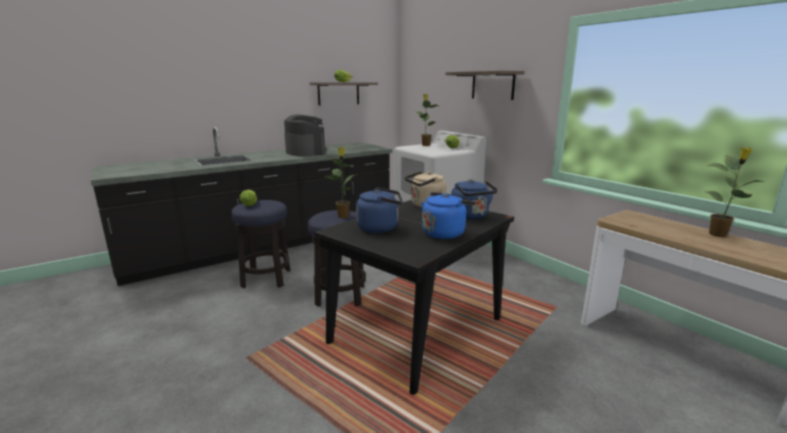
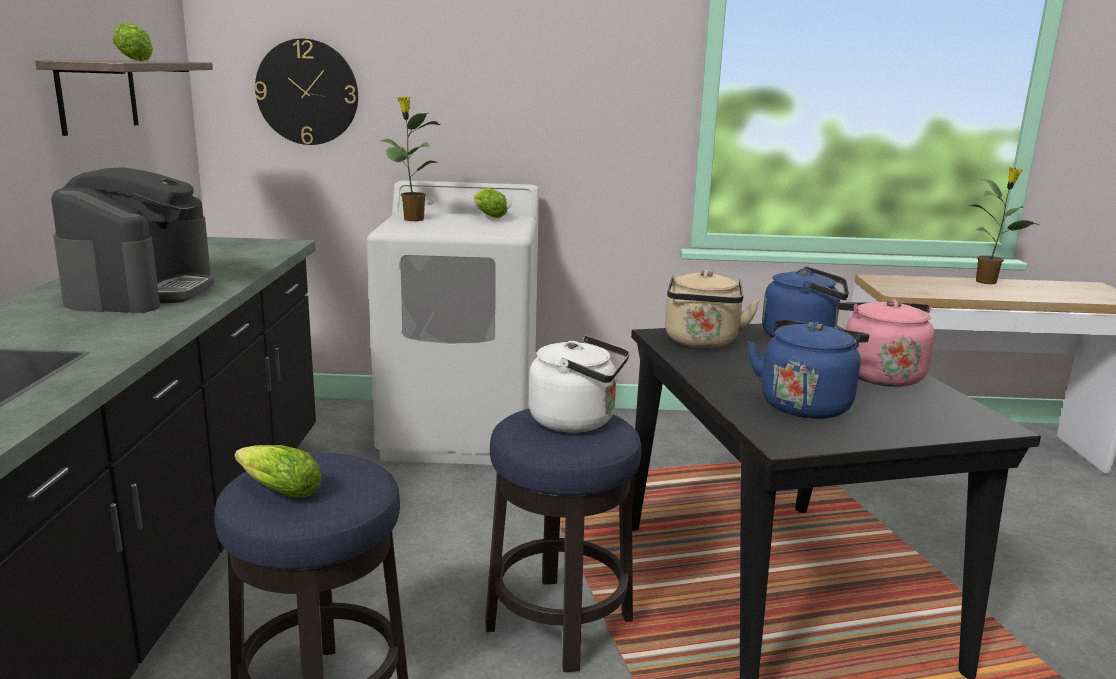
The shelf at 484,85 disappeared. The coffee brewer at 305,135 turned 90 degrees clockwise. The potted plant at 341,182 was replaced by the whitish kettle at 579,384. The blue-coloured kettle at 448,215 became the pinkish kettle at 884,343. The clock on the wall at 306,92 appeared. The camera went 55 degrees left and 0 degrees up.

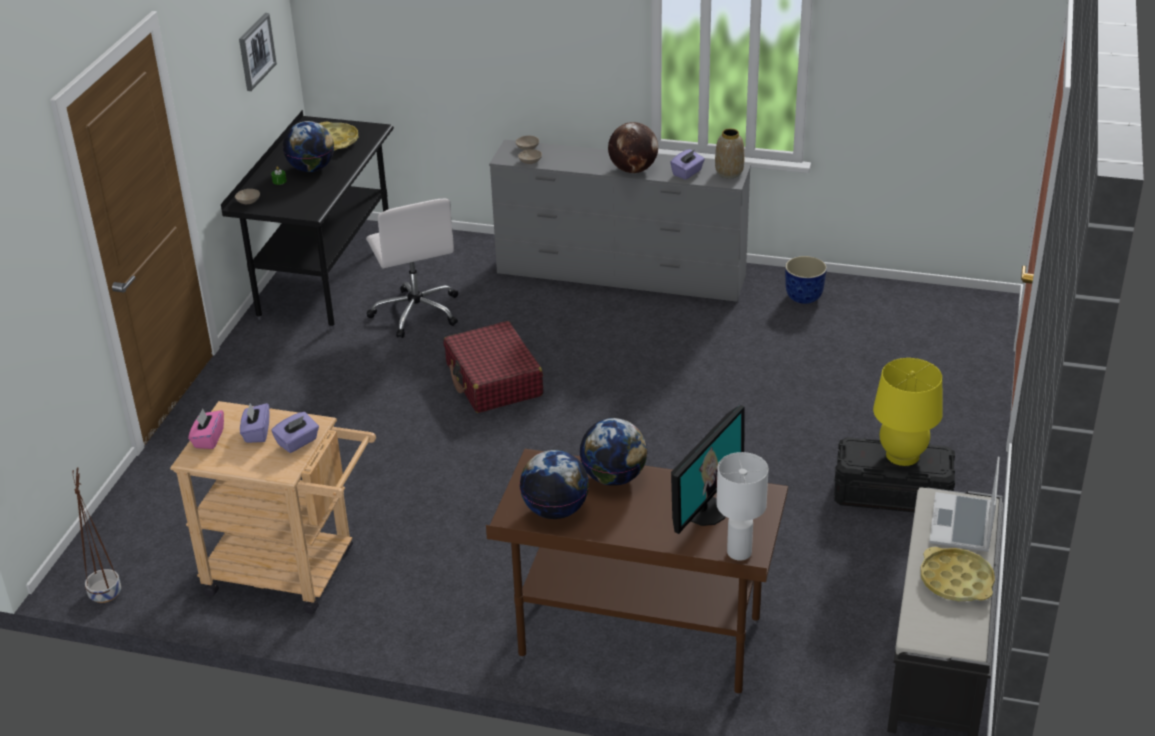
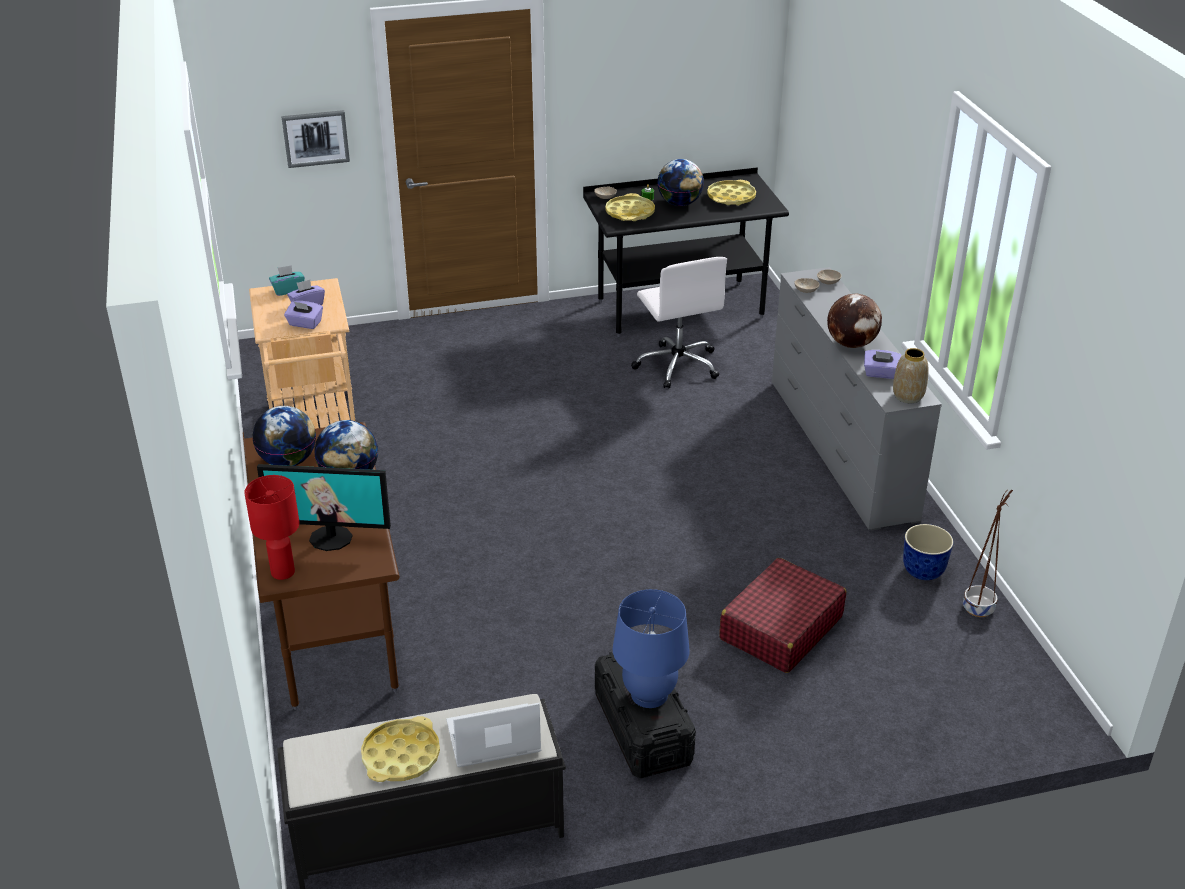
The wall art moved from 258,52 to 315,139. The whitish office chair at 412,268 turned 60 degrees counterclockwise. The red piece of luggage moved from 493,367 to 782,615. The yellow-coloured table lamp at 908,412 became the blue-coloured table lamp at 651,648. The pinkish tissue holder at 206,429 became the blue-green tissue holder at 287,280. The whitish table lamp at 742,506 became the red table lamp at 271,527. The brown planter moved from 97,535 to 988,553. The yellow-coloured carrying tray at 630,207 appeared. The camera went 60 degrees right and 0 degrees up.

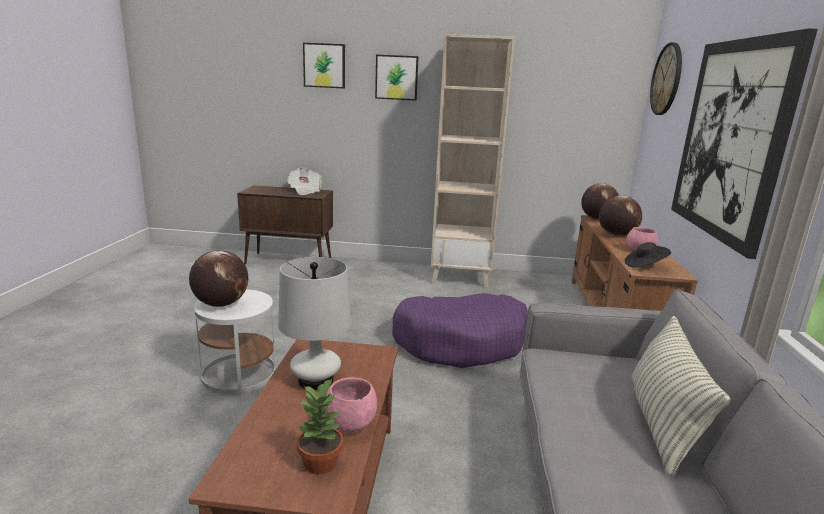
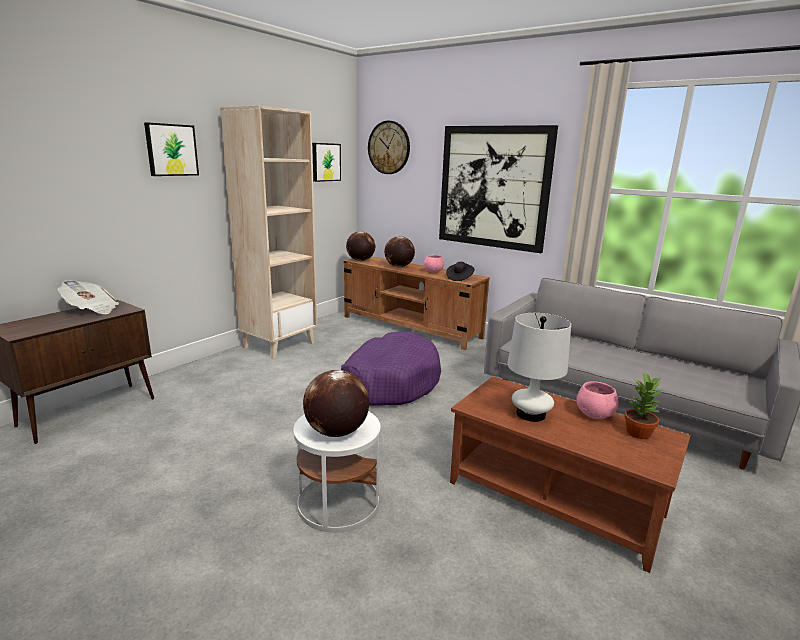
The wall art moved from 324,65 to 326,162. The cushion at 681,396 disappeared. The camera went 60 degrees left and 0 degrees up.

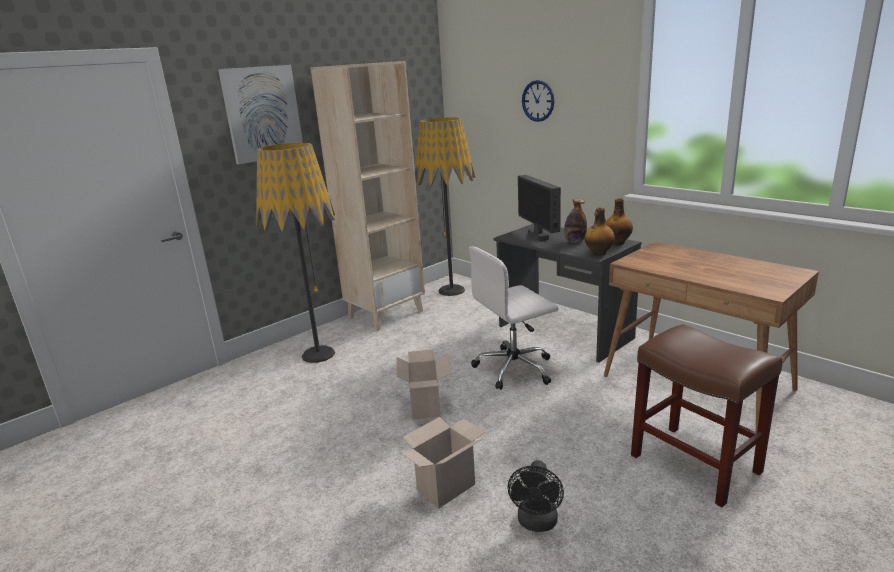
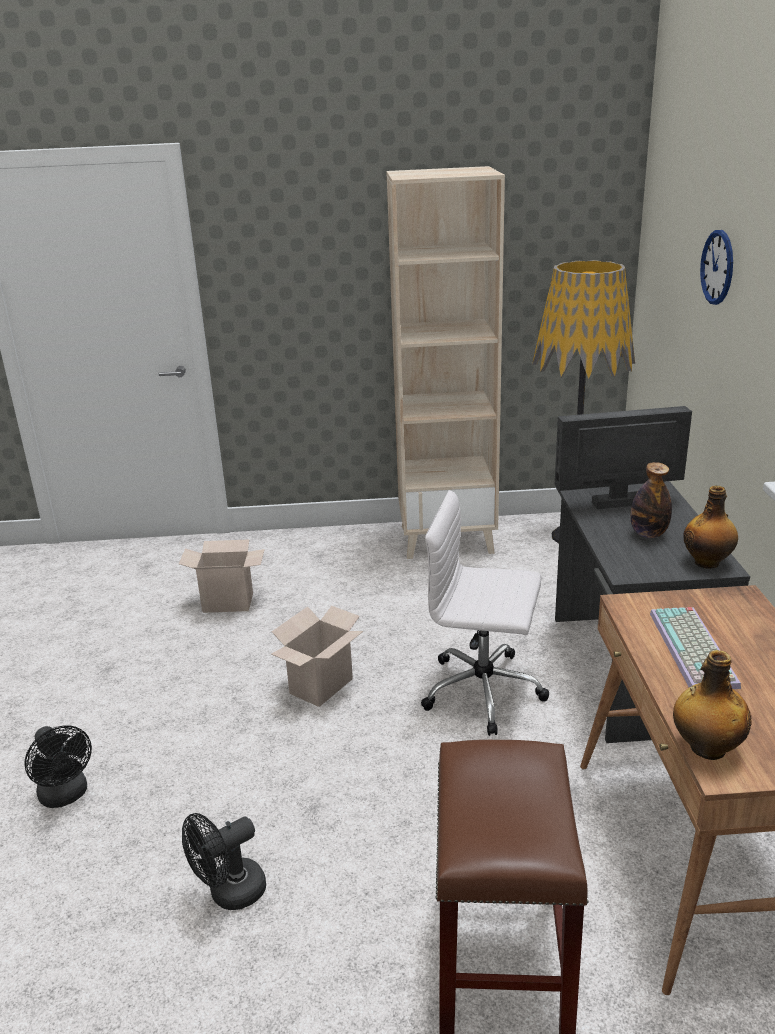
The wall art at 260,114 disappeared. The standing lamp at 295,253 disappeared. The computer display at 539,208 turned 60 degrees clockwise. The drink bottle moved from 599,232 to 712,705. The carton moved from 442,462 to 222,576. The computer keyboard at 695,648 appeared. The black-coloured electric fan at 58,766 appeared. The camera went 40 degrees right and 5 degrees up.

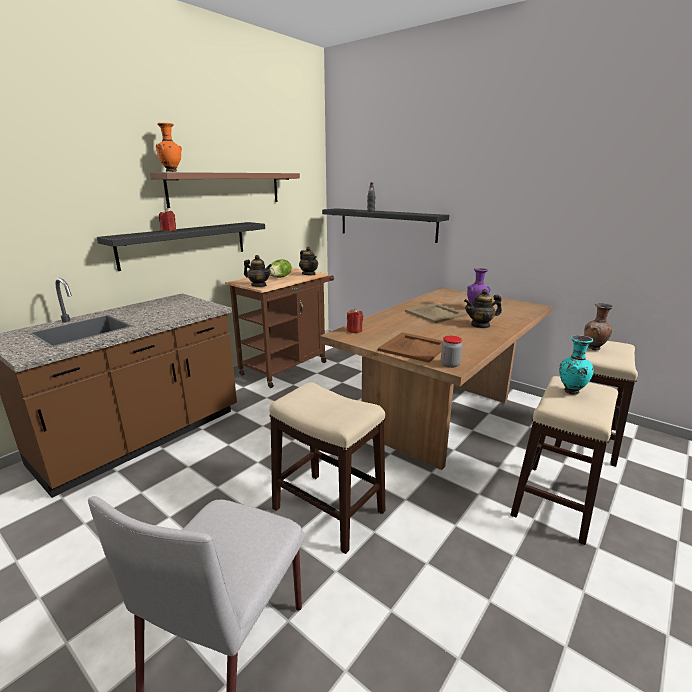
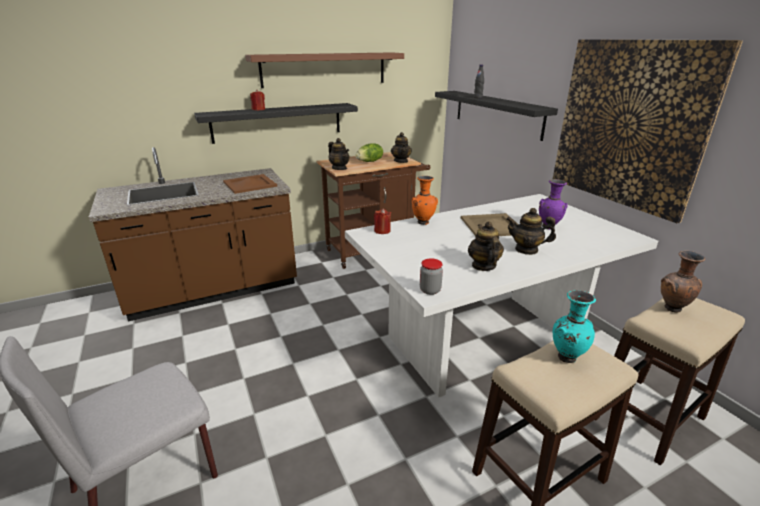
The orange vase moved from 169,147 to 425,200. The brown dinner table at 436,379 became the whitish dinner table at 501,296. The brown carrying tray moved from 411,347 to 250,184. The sitting stool at 327,468 disappeared. The wall art at 648,131 appeared. The tea pot at 486,246 appeared. The camera went 25 degrees right and 5 degrees up.

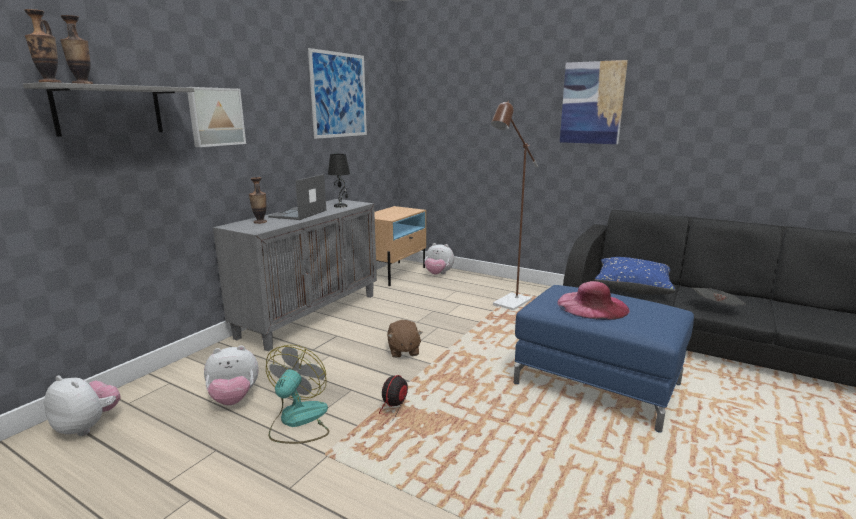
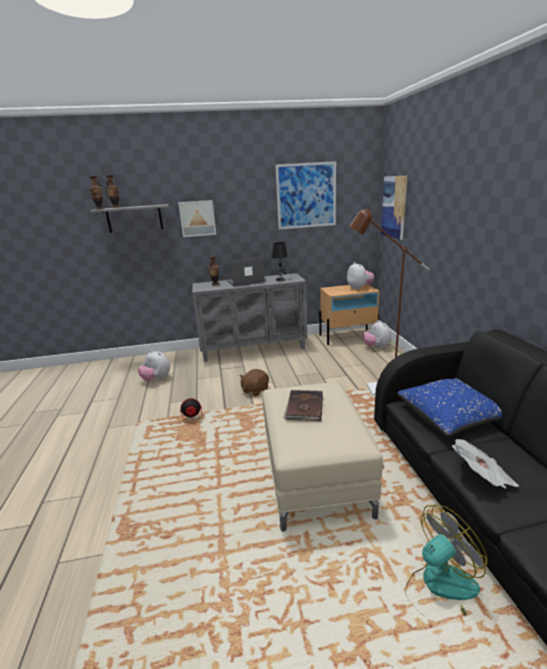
The wall art moved from 594,102 to 394,208. The pinkish clothing hat at 593,300 was replaced by the brown bound book at 303,405. The blue-coloured ottoman at 604,359 became the beige-coloured ottoman at 322,457. The electric fan moved from 297,394 to 446,560. The cuddly toy moved from 82,405 to 360,276. The camera went 50 degrees right and 5 degrees up.

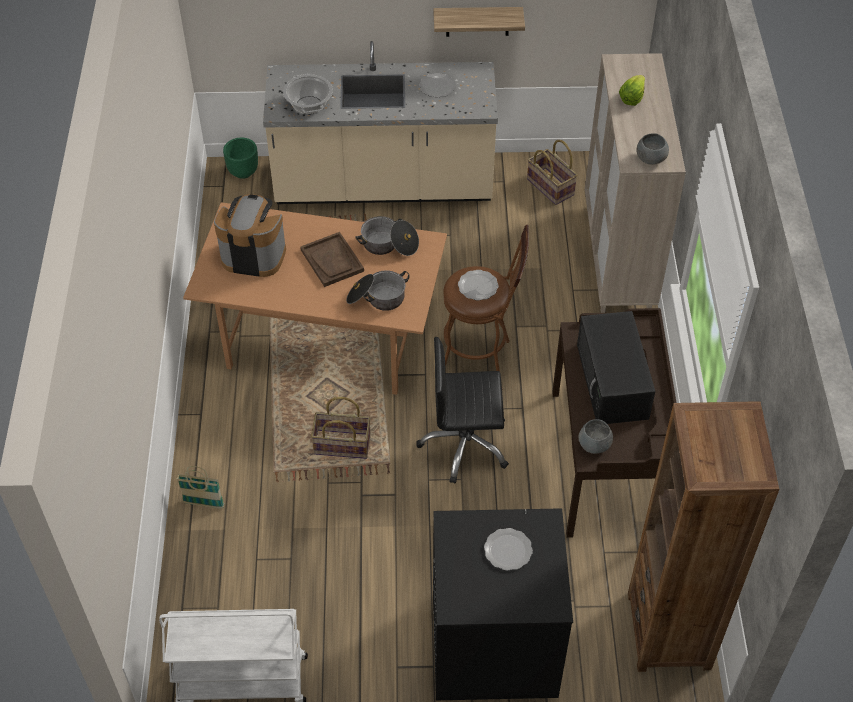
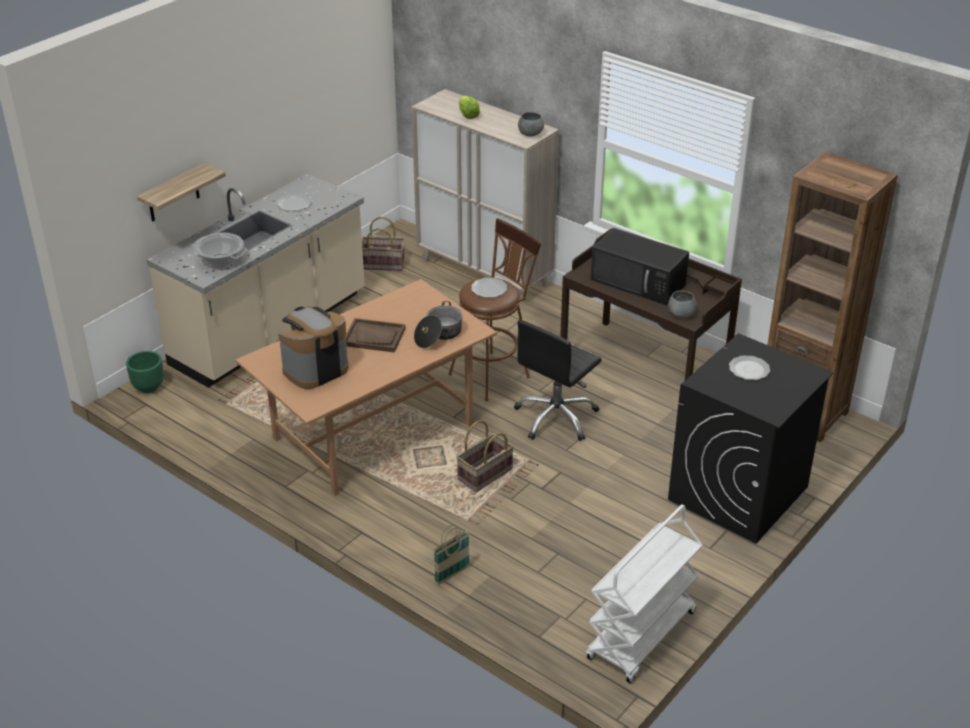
The shelf moved from 479,22 to 181,192. The saucepot at 387,236 disappeared. The camera went 50 degrees left and 15 degrees down.

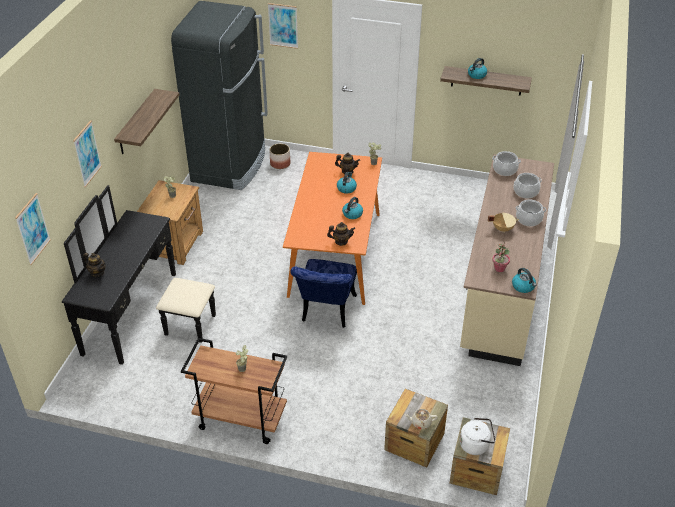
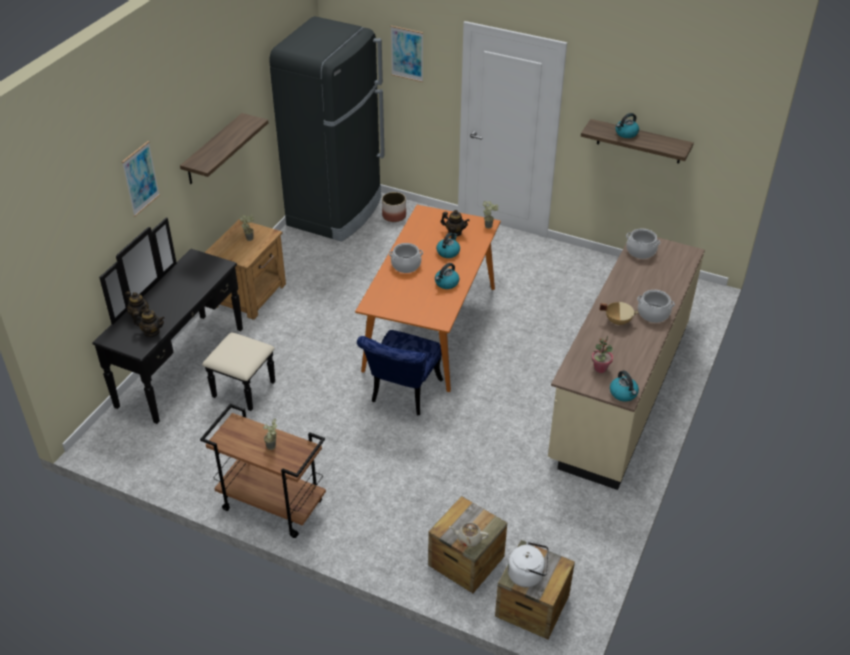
The saucepot moved from 528,186 to 406,258. The wall art at 33,229 disappeared. The tea pot moved from 341,234 to 149,322. The camera went 10 degrees right and 0 degrees up.

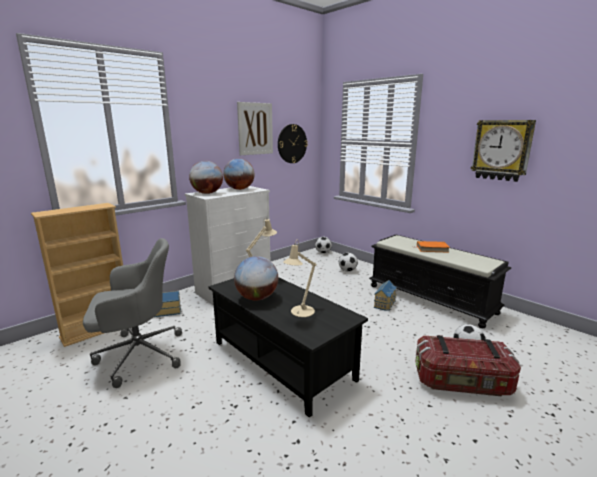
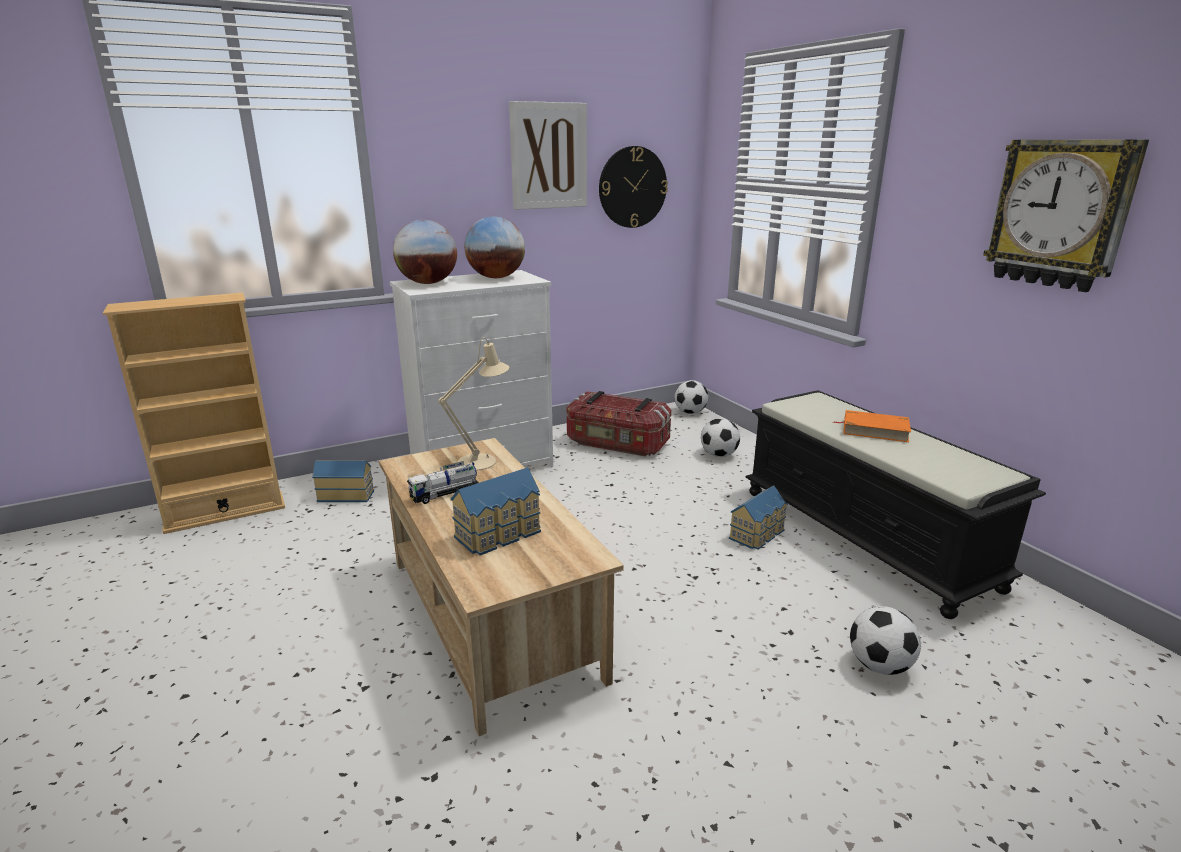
The grey office chair at 132,313 disappeared. The beige-coloured table lamp at 299,278 was replaced by the miniature house at 496,511. The desk globe at 256,278 was replaced by the toy truck at 443,482. The black-coloured coffee table at 288,347 became the beige-coloured coffee table at 501,587. The storage box moved from 468,365 to 619,423. The camera went 15 degrees right and 5 degrees up.

